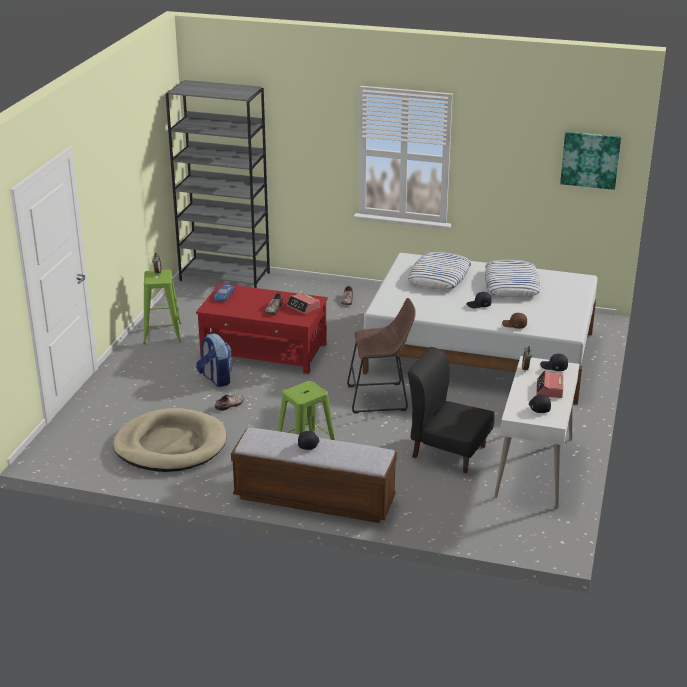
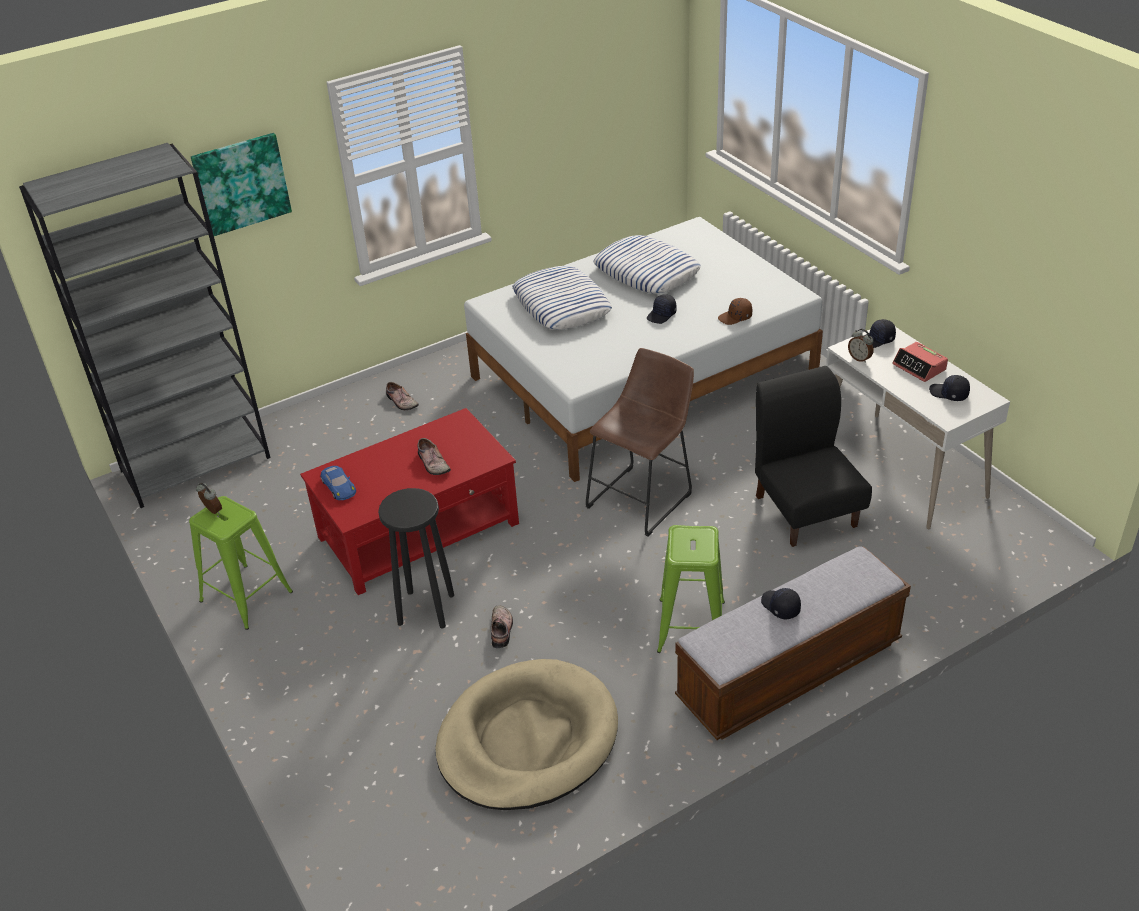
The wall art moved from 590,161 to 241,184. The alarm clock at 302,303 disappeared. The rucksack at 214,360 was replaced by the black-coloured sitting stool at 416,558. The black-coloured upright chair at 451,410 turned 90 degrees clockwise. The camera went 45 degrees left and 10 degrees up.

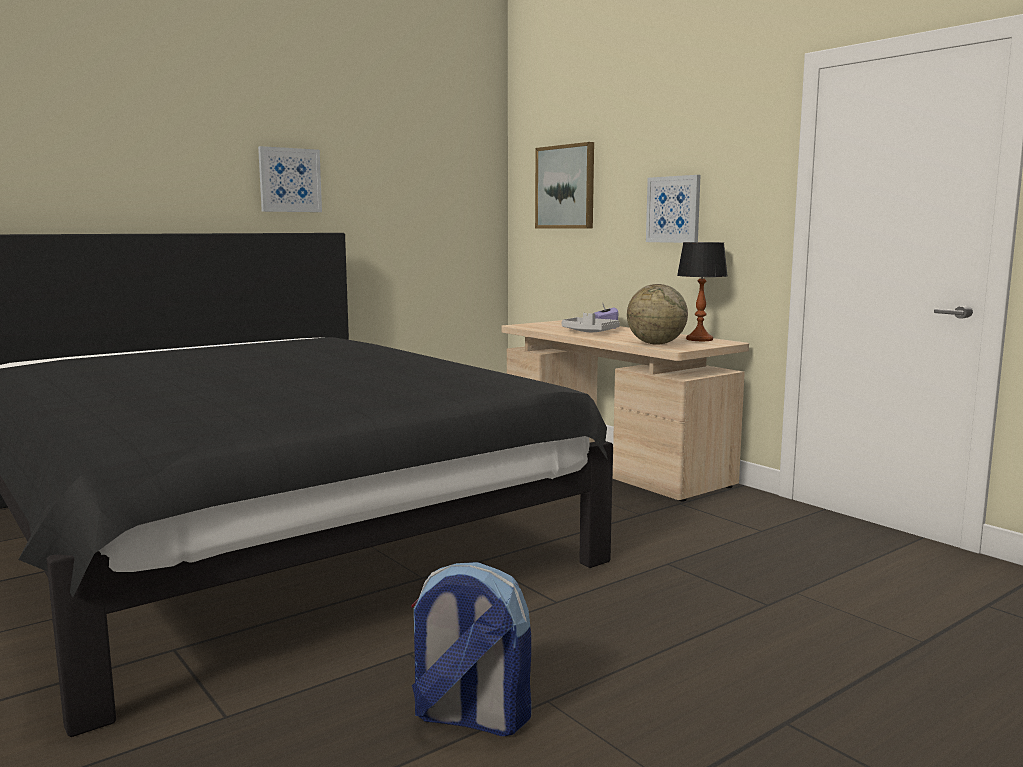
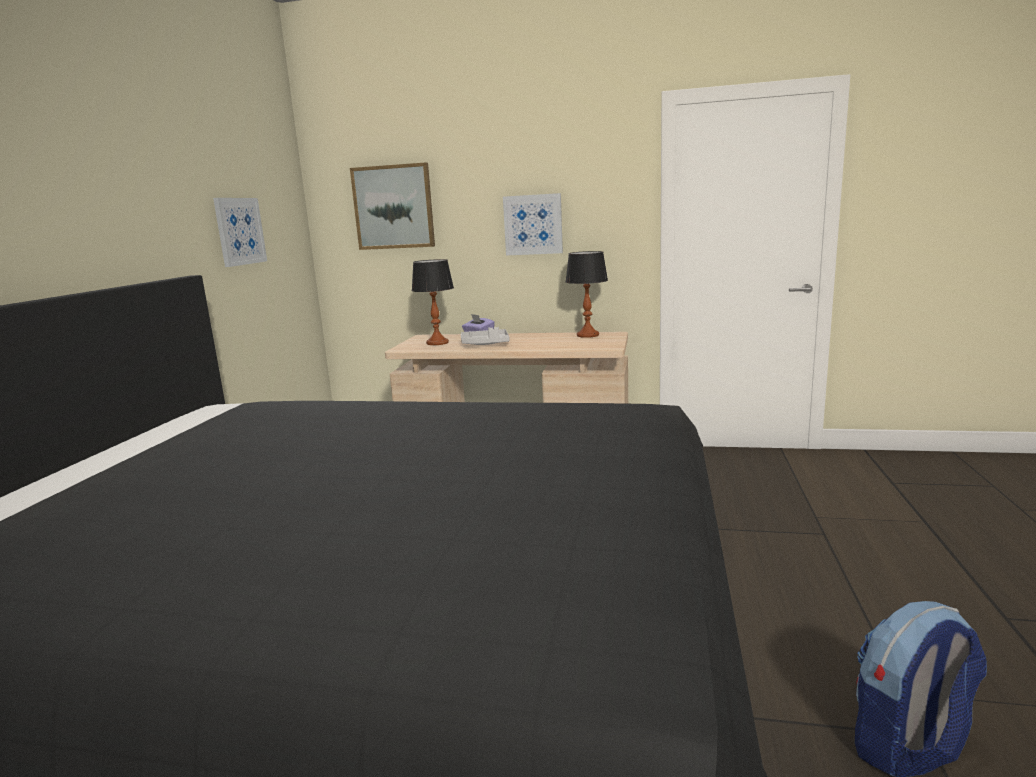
The wall art moved from 290,179 to 240,232. The desk globe at 657,314 disappeared. The table lamp at 433,302 appeared. The camera went 40 degrees left and 5 degrees up.

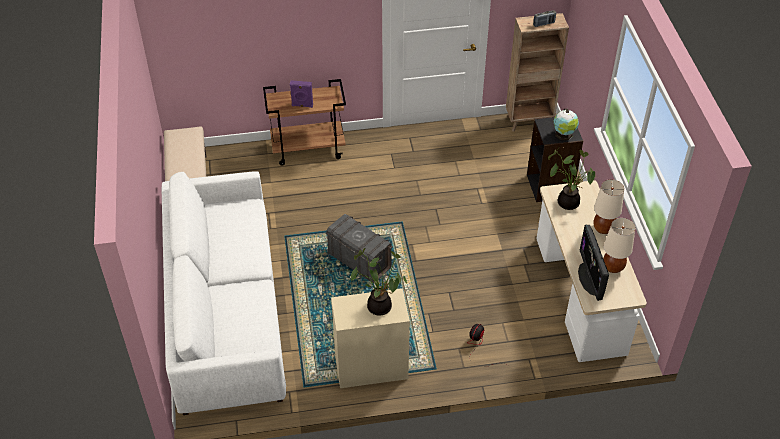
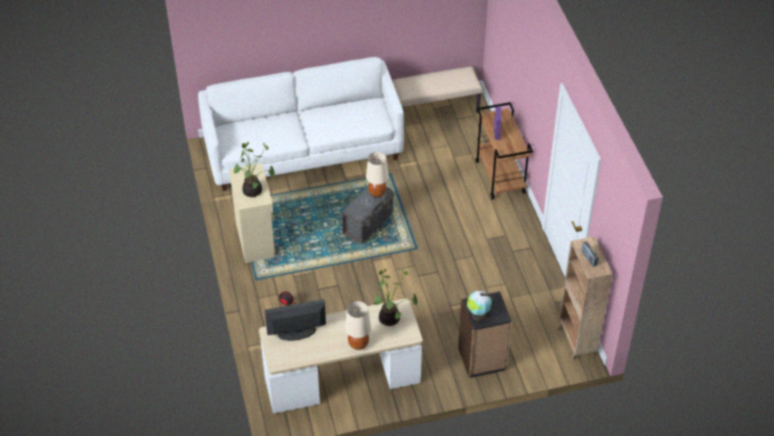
The beige-coloured table lamp moved from 619,245 to 377,174. The camera went 85 degrees right and 0 degrees up.

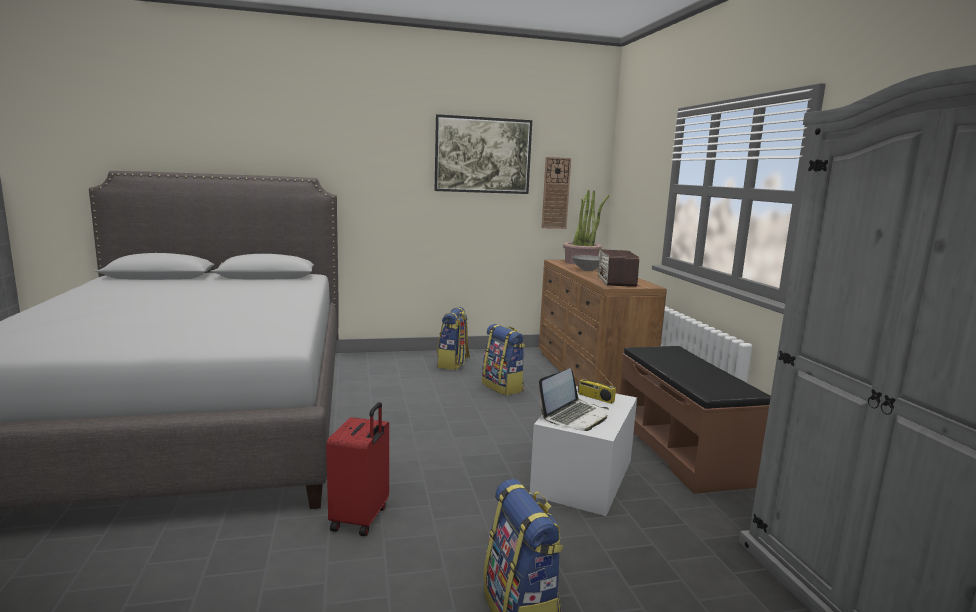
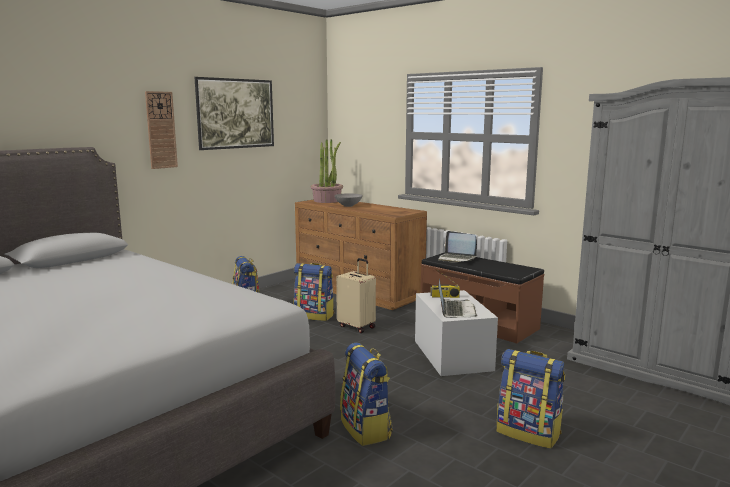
The clock on the wall moved from 556,193 to 161,130. The radio receiver at 618,268 disappeared. The red piece of luggage at 357,469 was replaced by the rucksack at 366,394. The notebook computer at 457,247 appeared. The beige-coloured piece of luggage at 356,295 appeared. The camera went 35 degrees left and 0 degrees up.

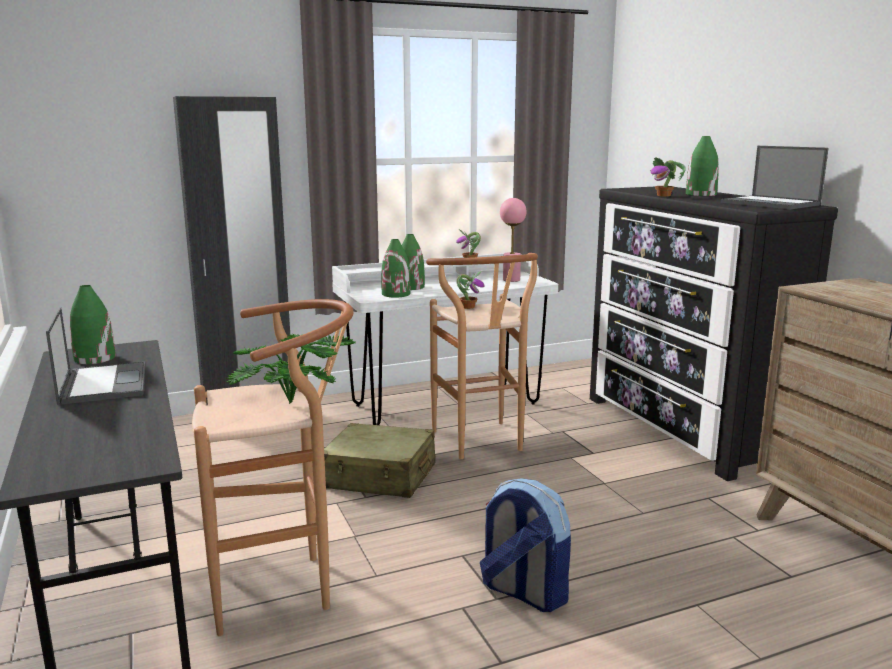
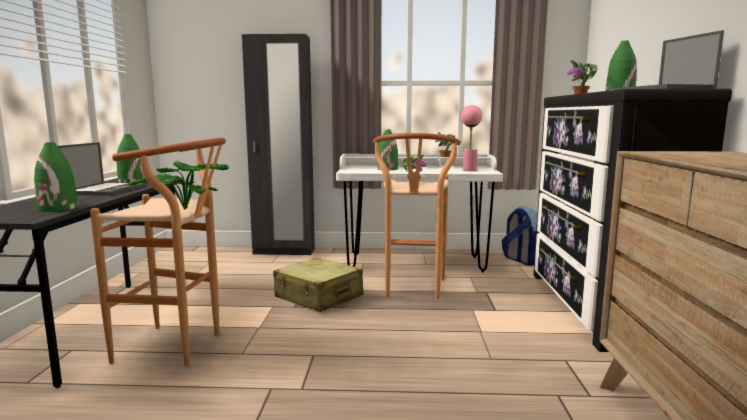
The green-coloured vase moved from 396,268 to 56,177. The rucksack moved from 525,545 to 520,236. The camera went 25 degrees right and 5 degrees down.

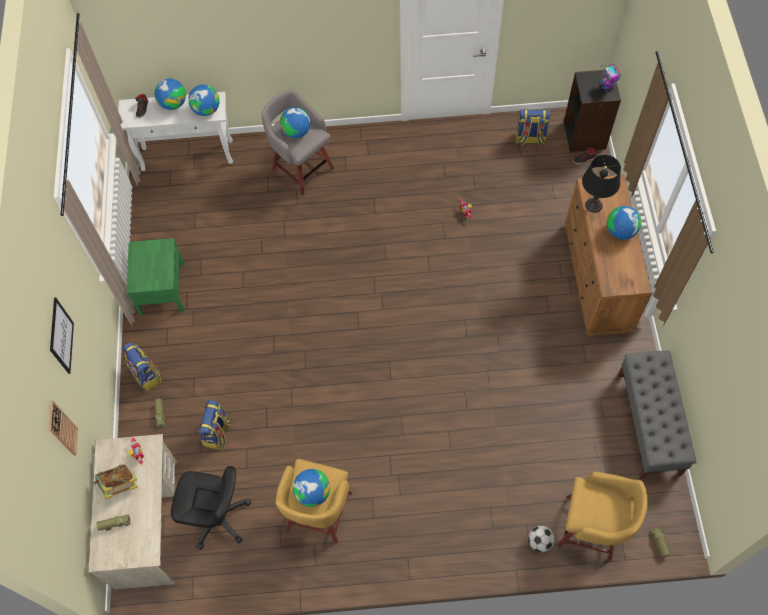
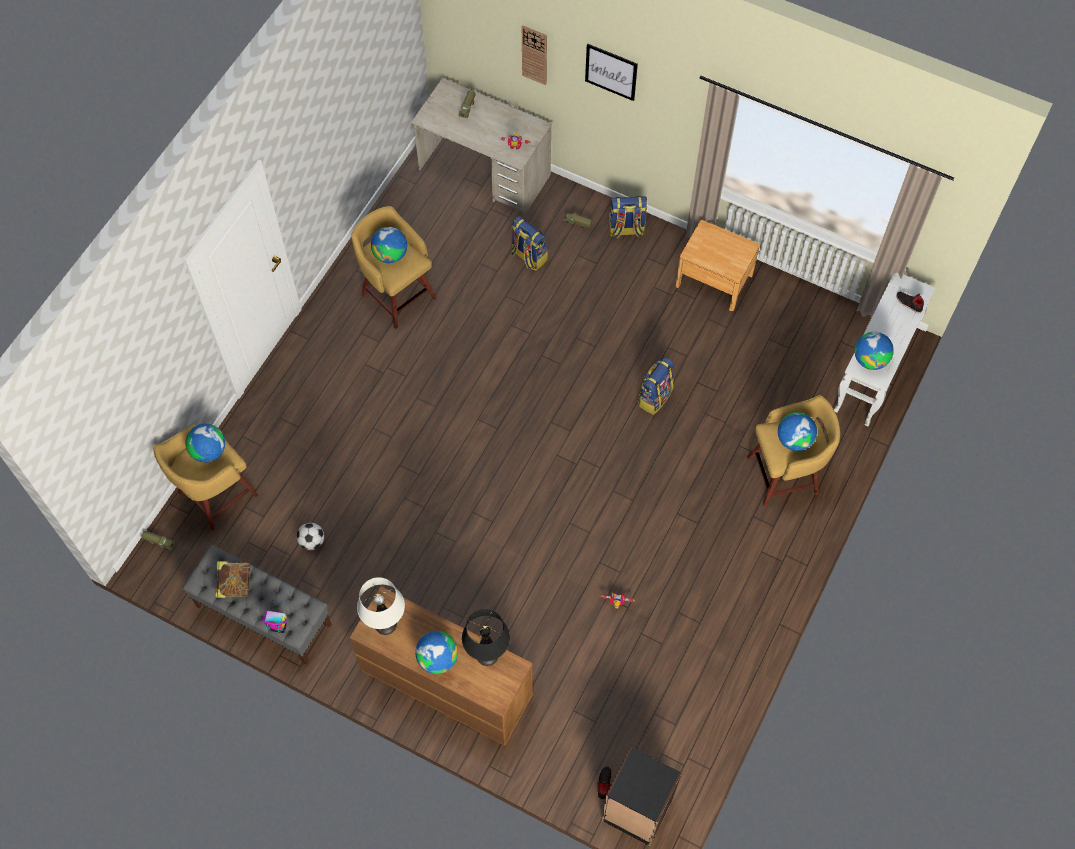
The model robot moved from 610,78 to 274,616. The desk globe moved from 170,94 to 205,443. The grey sitting stool at 297,142 became the yellow-coloured sitting stool at 793,450. The rucksack moved from 533,127 to 655,386. The green-coloured bedside table at 156,276 became the brown bedside table at 718,265. The bound book moved from 115,481 to 232,578. The black-coloured office chair at 211,508 disappeared. The football moved from 541,539 to 310,536. The whitish table lamp at 381,606 appeared. The camera went 120 degrees right and 0 degrees up.

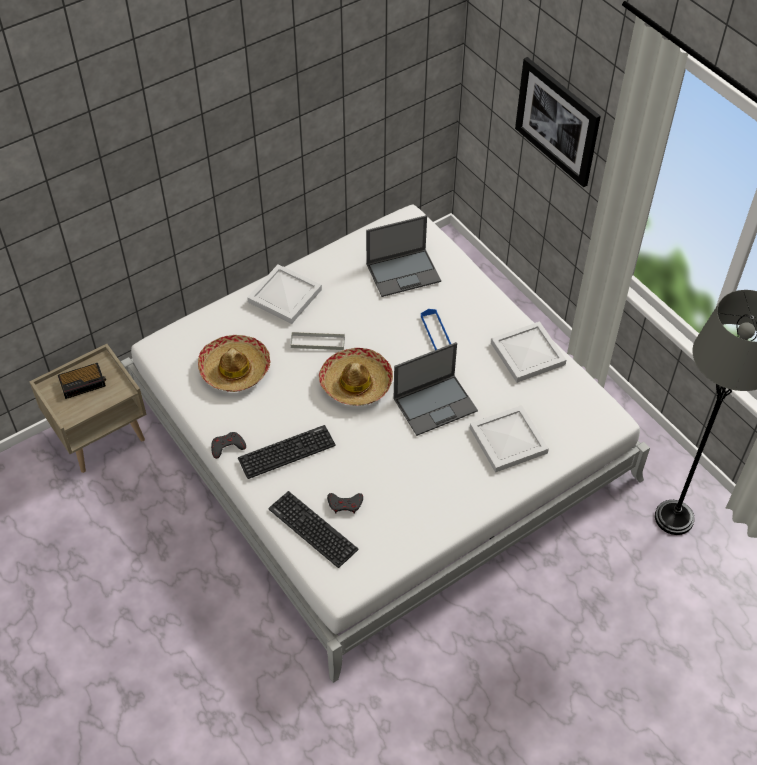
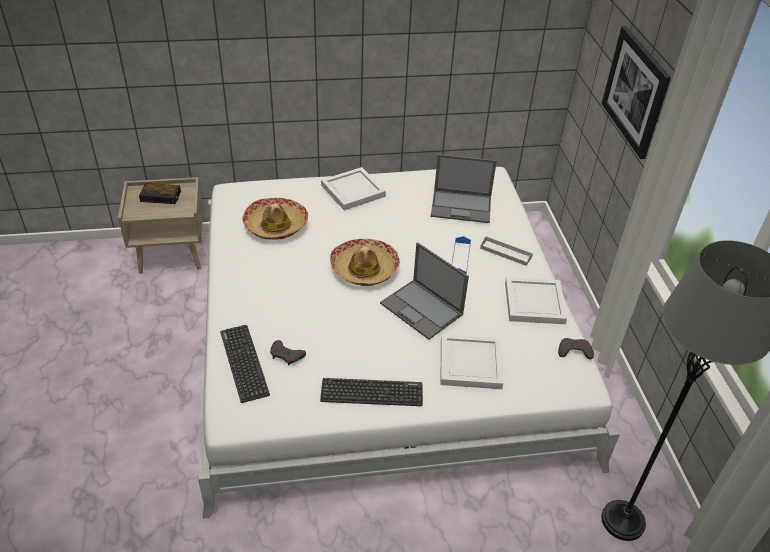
The grey carrying tray moved from 317,341 to 506,251. The notebook computer at 435,389 turned 45 degrees clockwise. The computer keyboard moved from 287,452 to 371,392. The grey gamepad moved from 228,445 to 576,348. The camera went 25 degrees right and 10 degrees down.

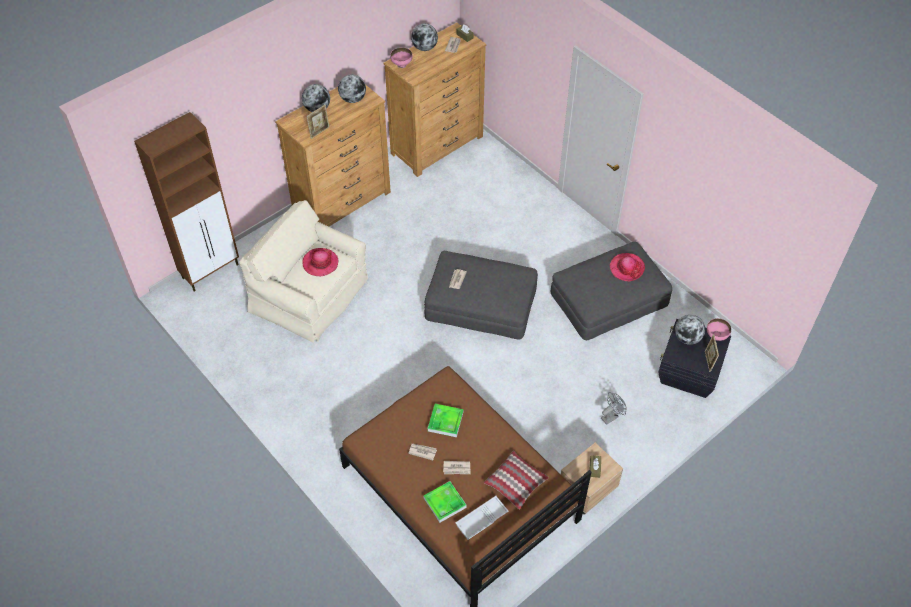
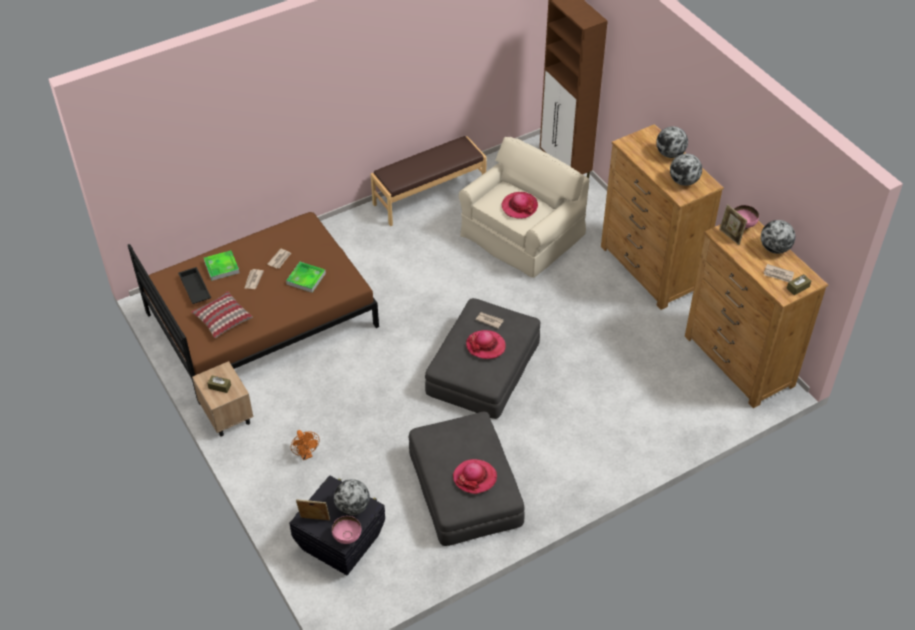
The photo frame moved from 317,122 to 733,224. The grey electric fan at 614,408 became the orange electric fan at 305,445. The whitish carrying tray at 481,518 became the black-coloured carrying tray at 194,285. The brown bench at 429,181 appeared. The clothing hat at 486,344 appeared. The camera went 100 degrees right and 5 degrees down.

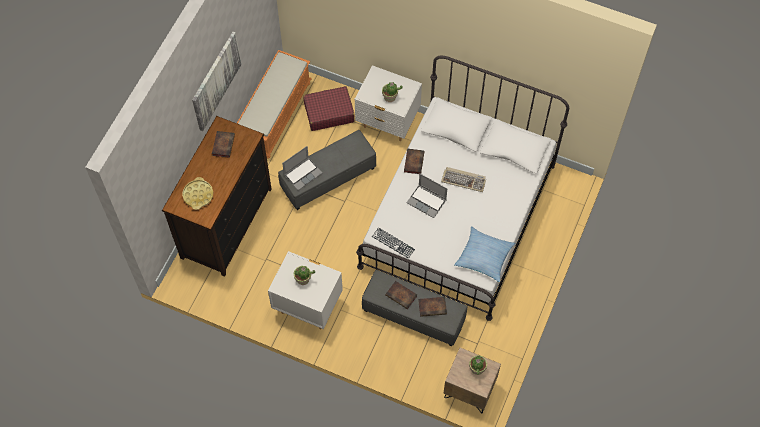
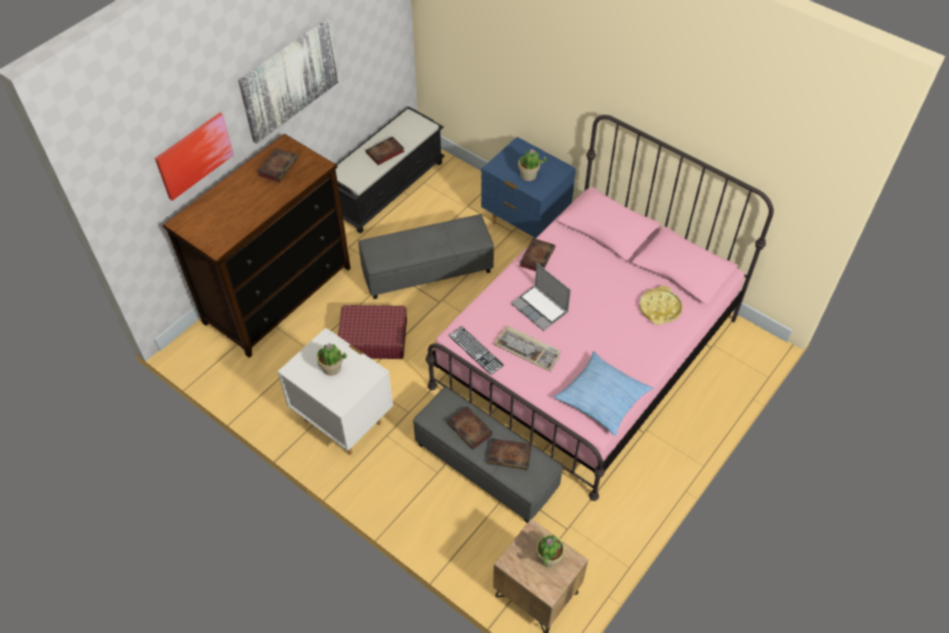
The orange bench at 274,104 became the black-coloured bench at 390,169. The whitish bed at 462,188 became the pinkish bed at 600,308. The whitish bedside table at 388,103 became the blue-coloured bedside table at 528,188. The red piece of luggage moved from 329,108 to 372,332. The notebook computer at 302,168 disappeared. The computer keyboard moved from 463,179 to 527,349. The yellow-coloured carrying tray moved from 197,193 to 661,305. The wall art at 194,157 appeared. The bound book at 385,150 appeared. The camera went 15 degrees right and 10 degrees down.

